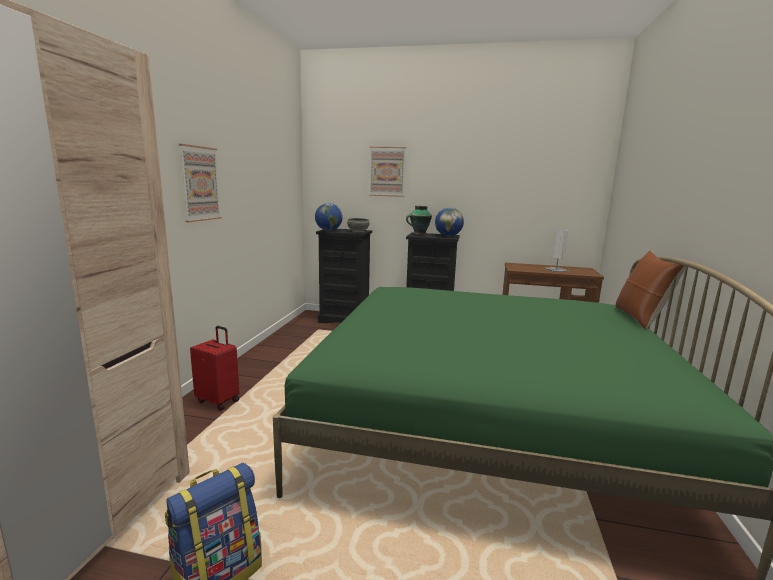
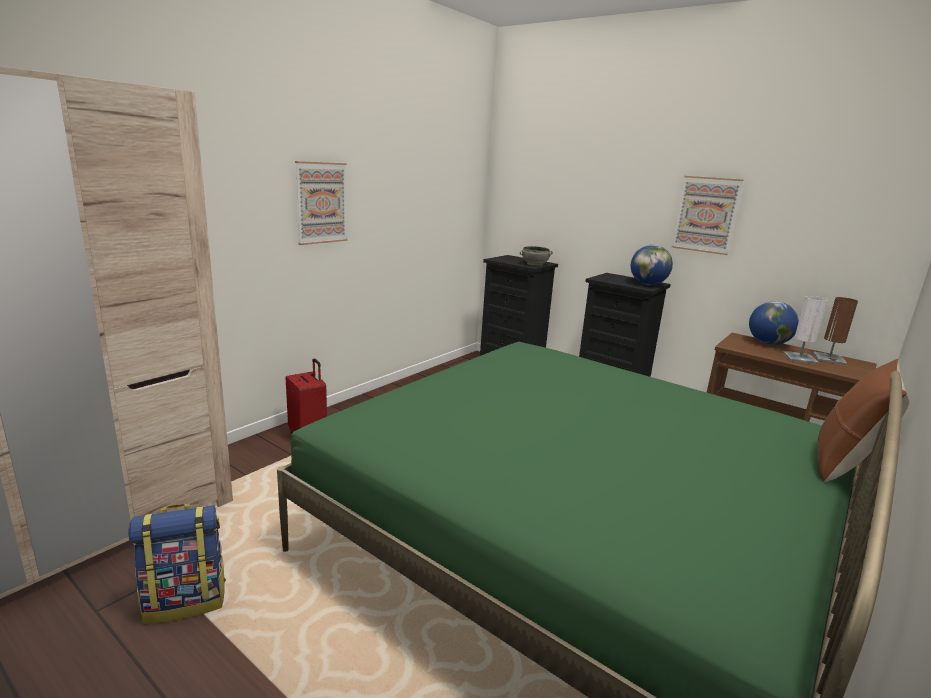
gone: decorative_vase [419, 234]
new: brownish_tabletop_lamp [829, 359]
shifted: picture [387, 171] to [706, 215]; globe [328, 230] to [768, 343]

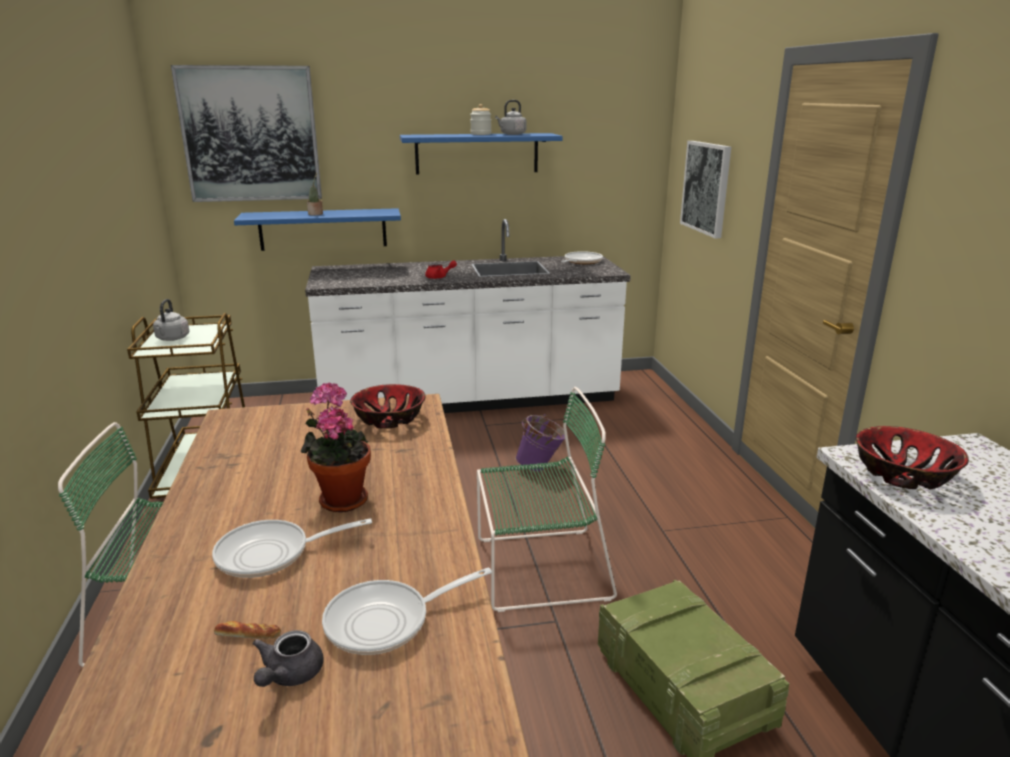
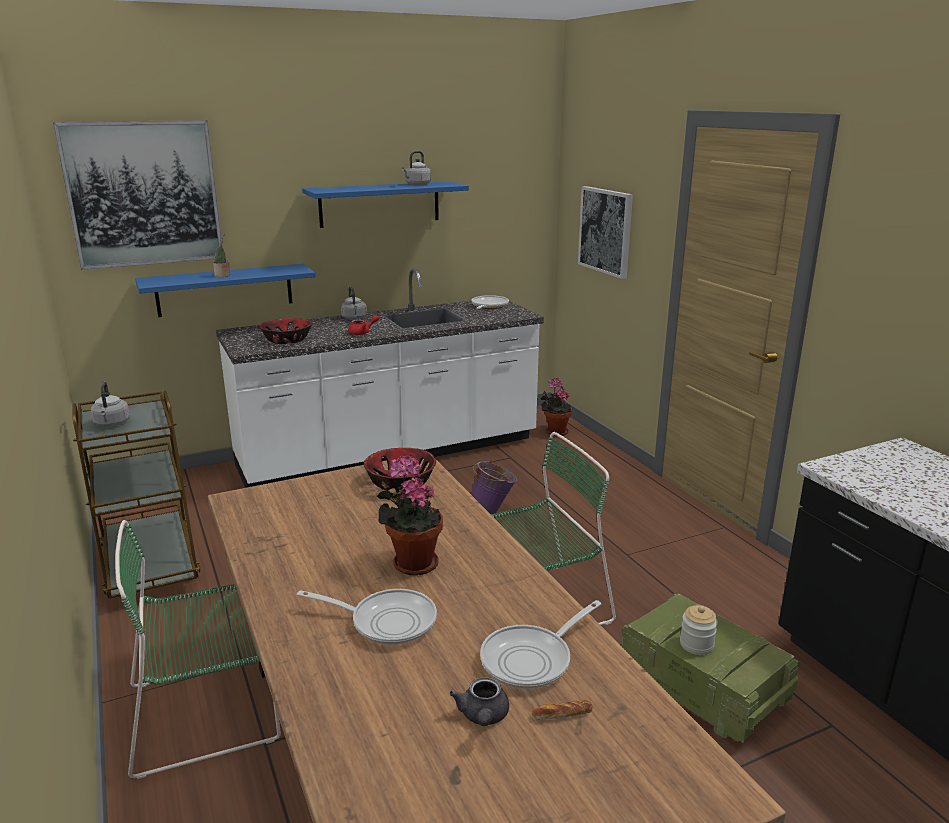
new: gray_tea_kettle [354, 318]; plant_in_a_pot [555, 431]
shifted: serving_bowl [903, 474] to [287, 340]; bread [248, 635] to [562, 714]; jar [481, 134] to [696, 644]
rotated: skillet [271, 554] = [387, 621] 135 degrees counterclockwise

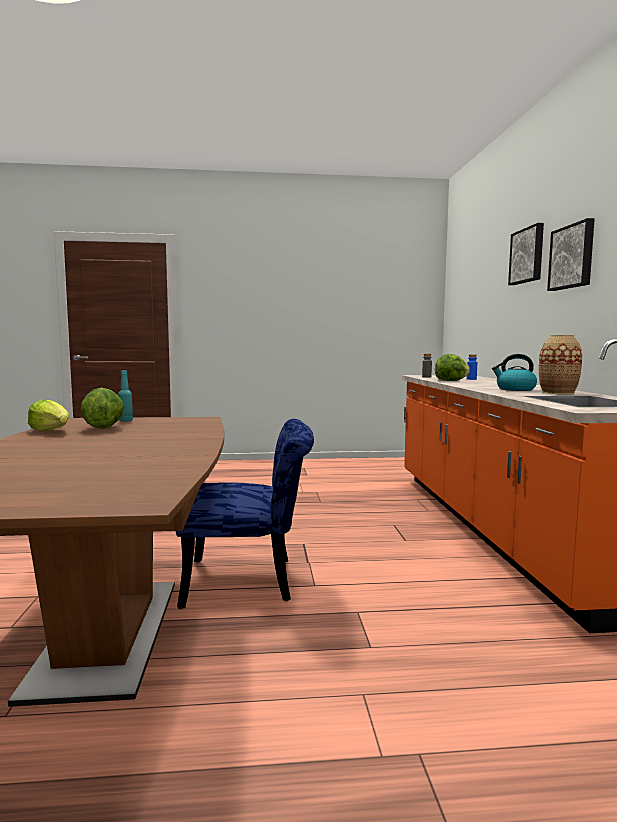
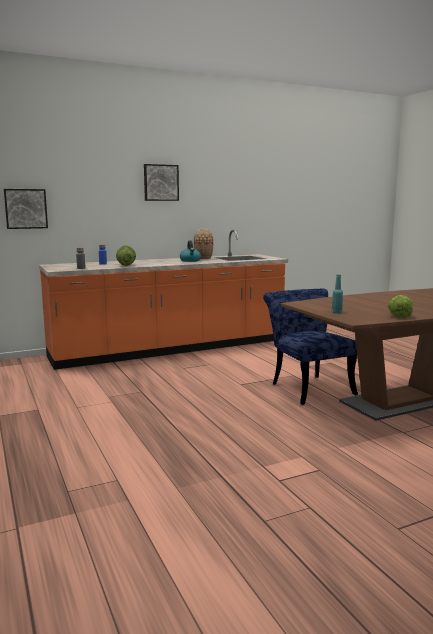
gone: lettuce_head [103, 428]
shifted: picture [528, 255] to [26, 208]

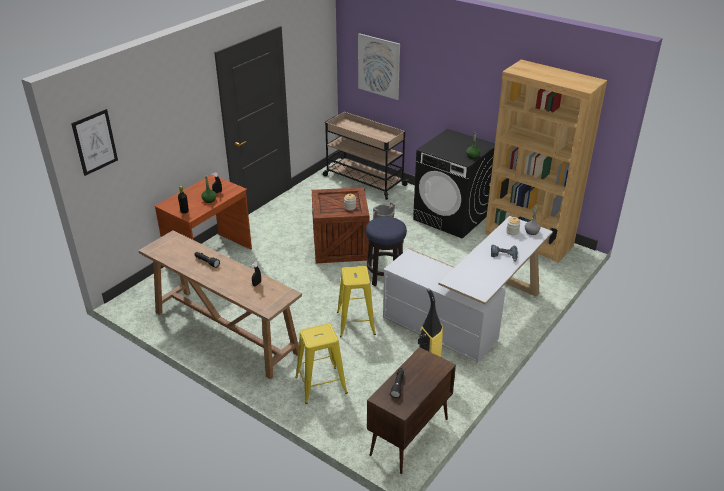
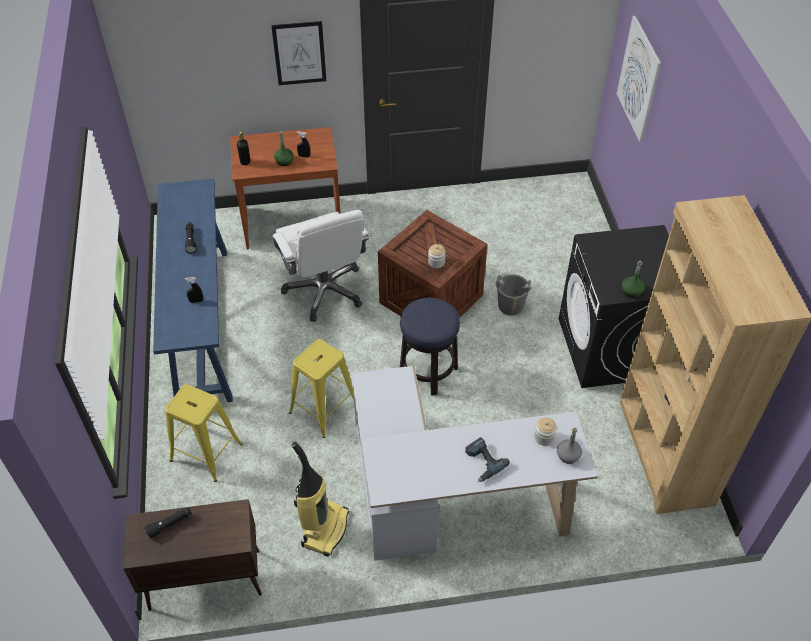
gone: beige_wheeled_cart [363, 180]
new: white-coloured_computer_chair [325, 290]
shifted: picture [95, 142] to [299, 53]
repainted: brownish_hall_table [224, 332] to bluish_hall_table [202, 323]

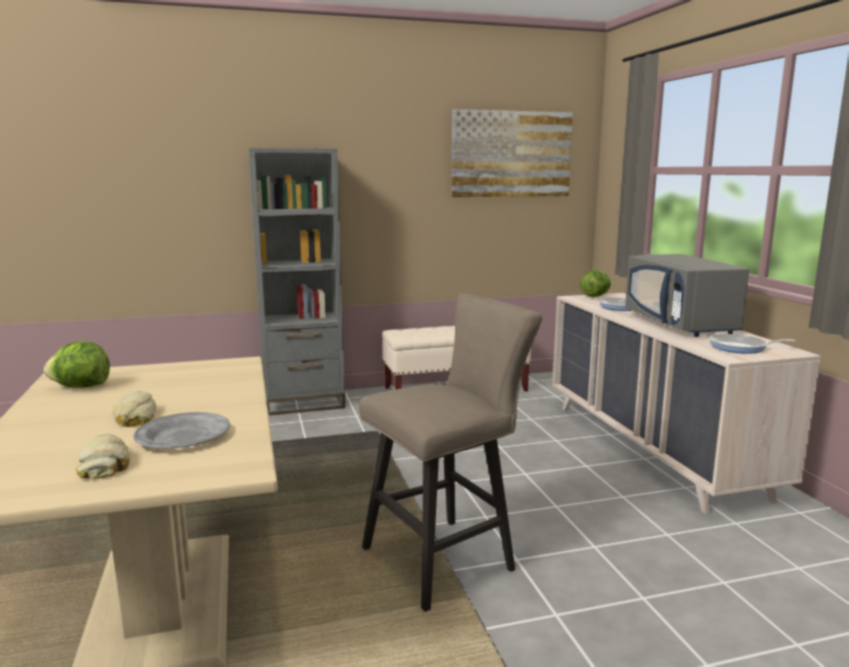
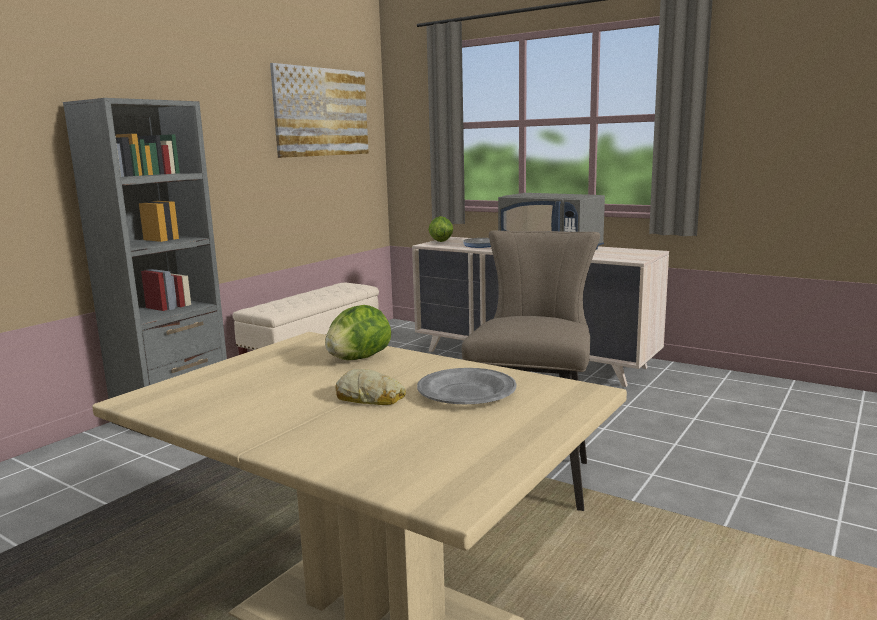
gone: bread [105, 464]; skillet [741, 347]
shifted: lettuce_head [81, 387] to [358, 358]

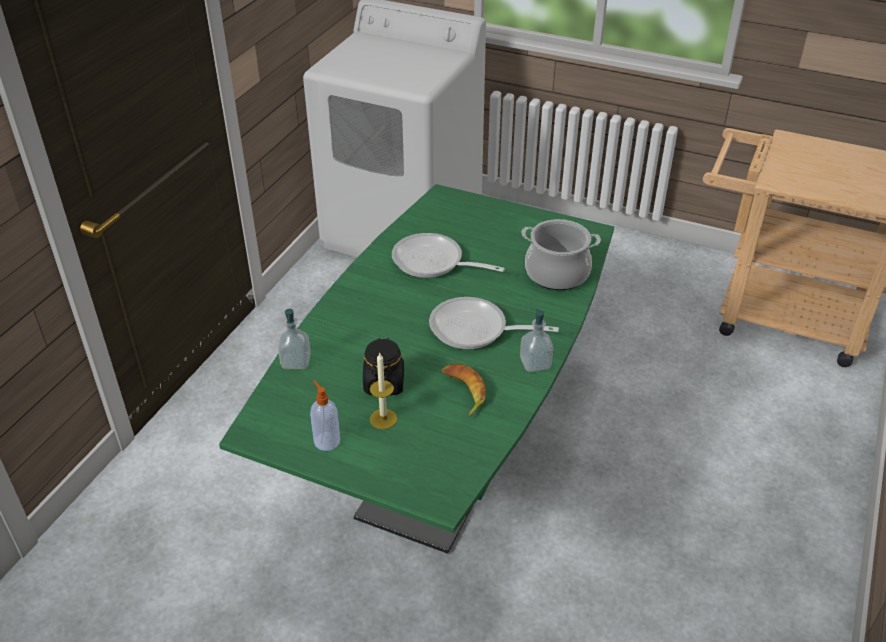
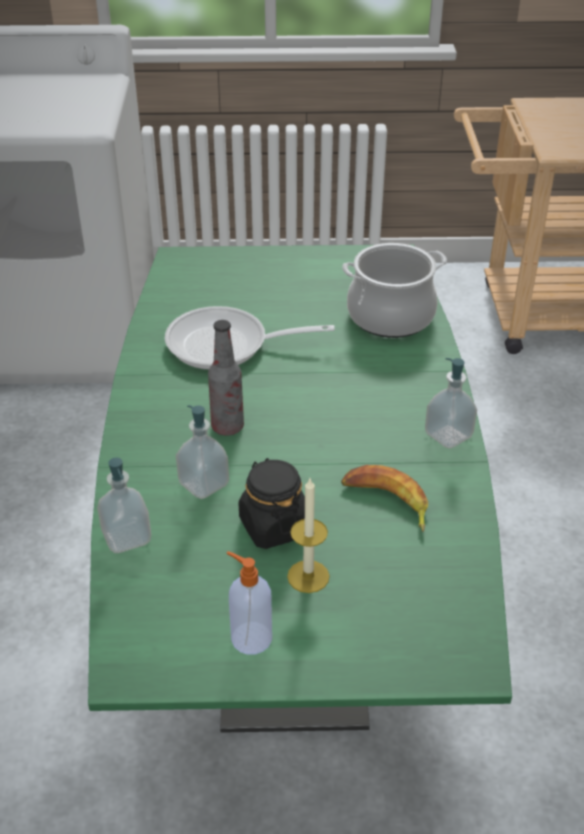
gone: skillet [475, 330]
new: liquid_soap_bottle [204, 484]; drink_bottle [227, 427]

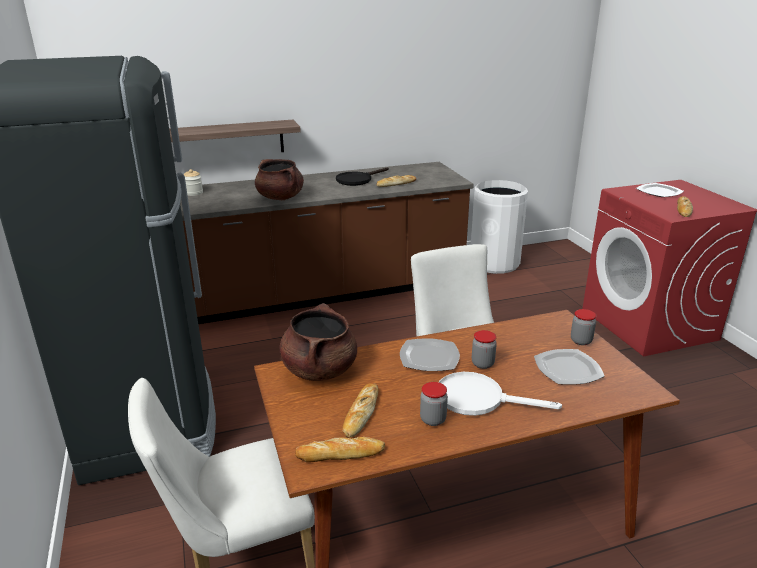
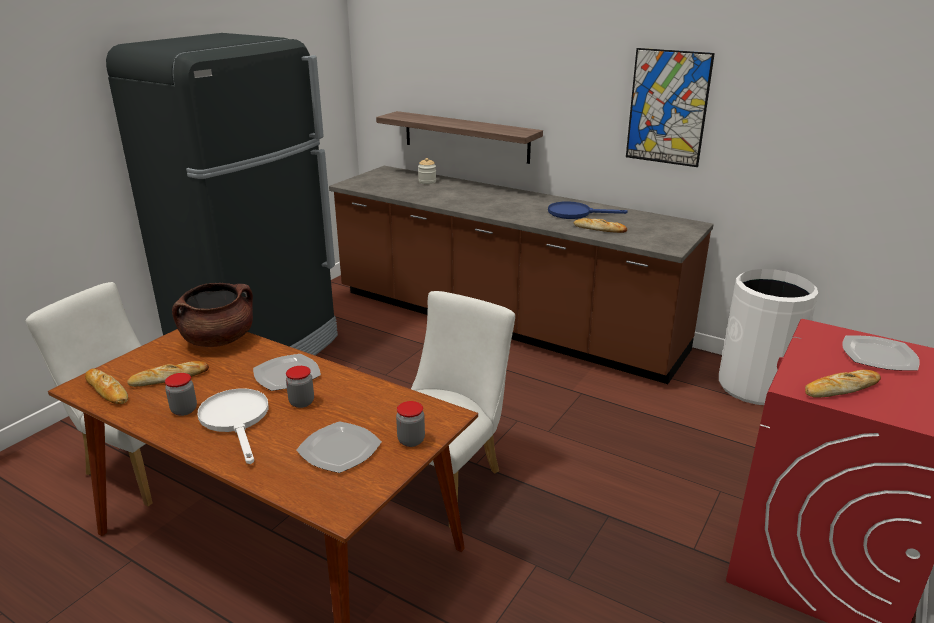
gone: brownish_cooking_pot [280, 198]
new: picture [667, 107]
repainted: black-coloured_skillet [357, 180] to bluish_skillet [575, 213]

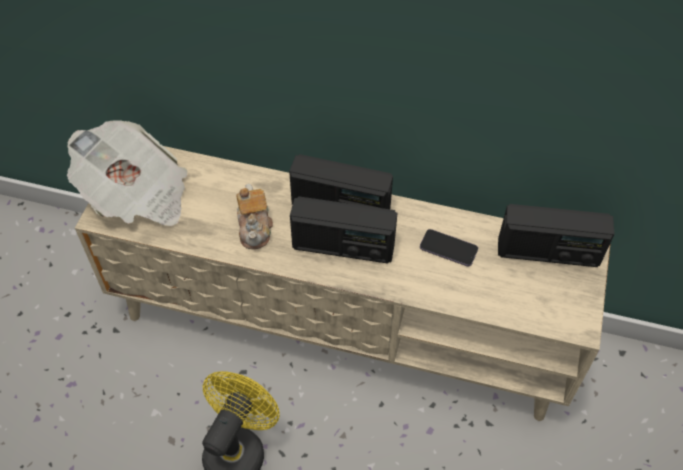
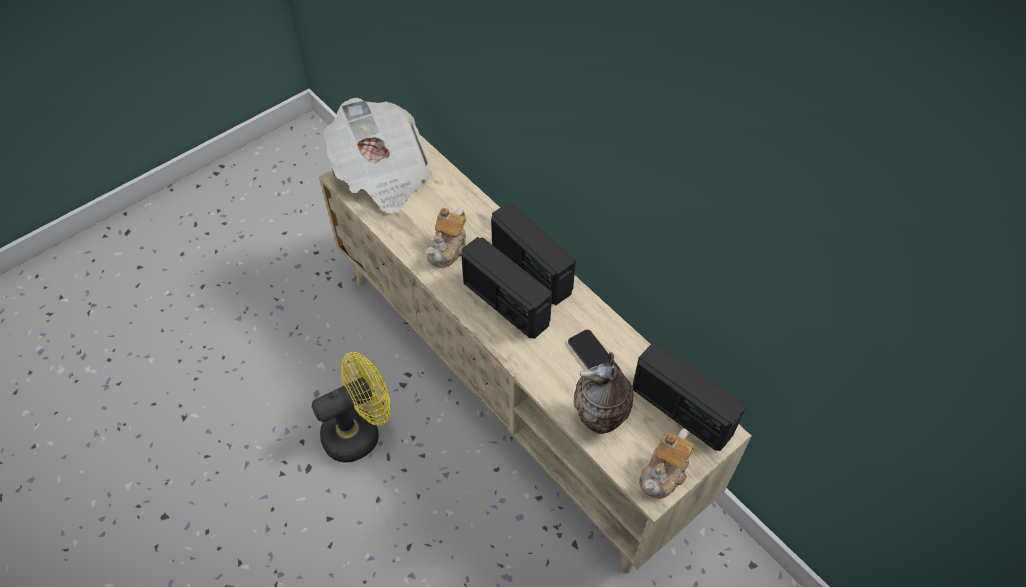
new: decorative_vase [601, 421]; teapot [664, 473]

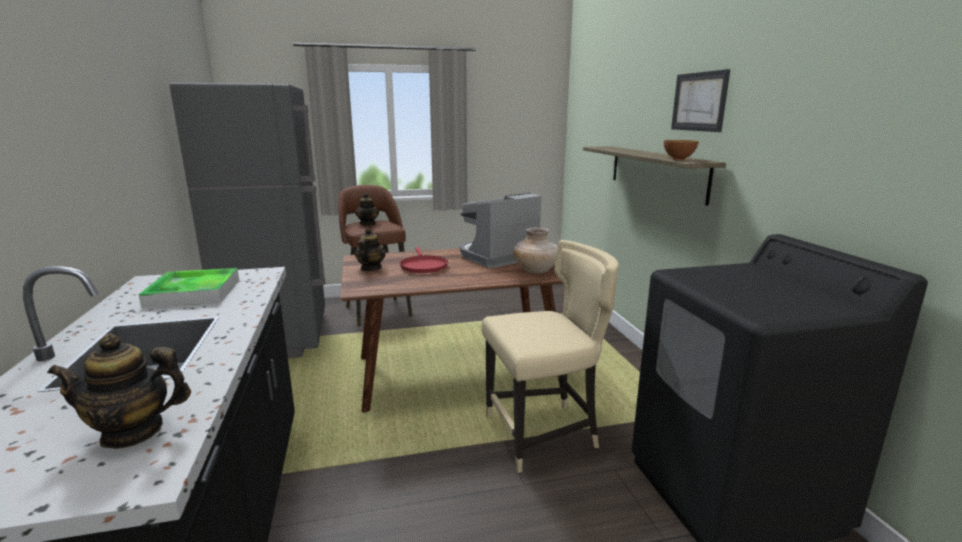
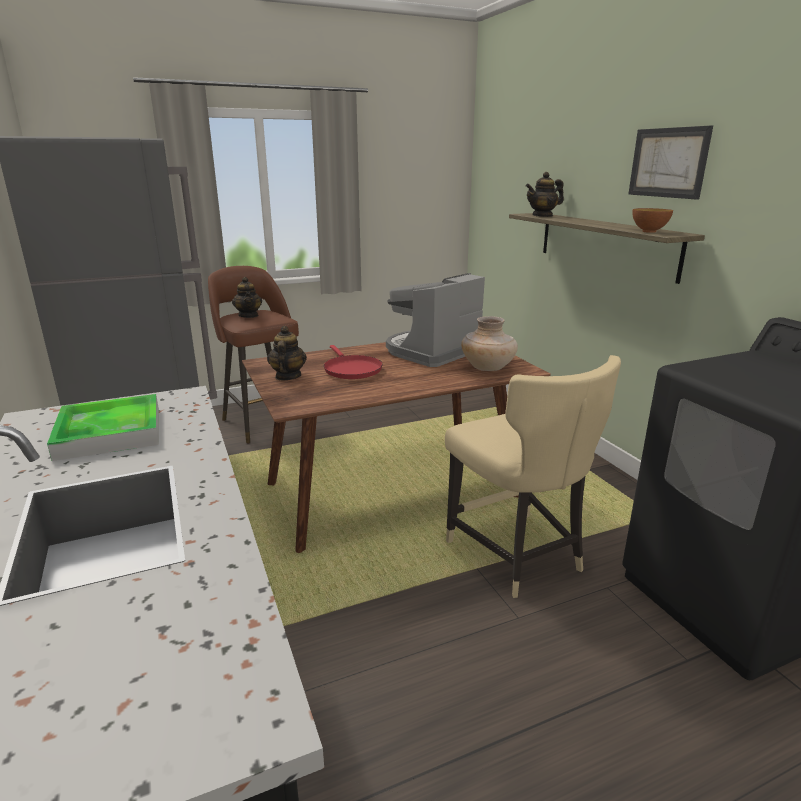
shifted: teapot [132, 432] to [542, 216]
rotated: beige_chair [544, 434] = [517, 555] 90 degrees clockwise

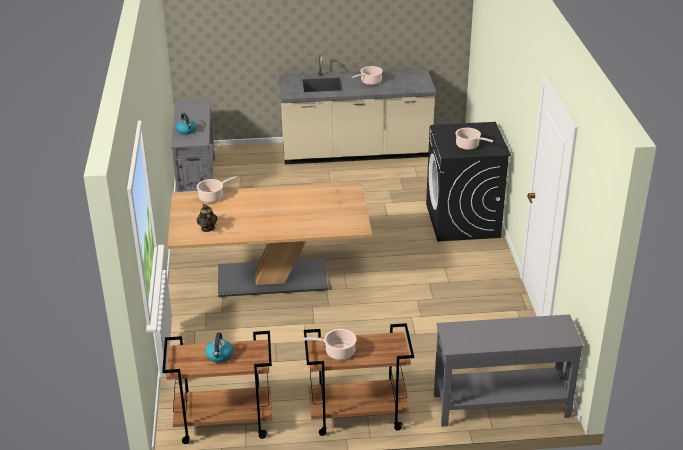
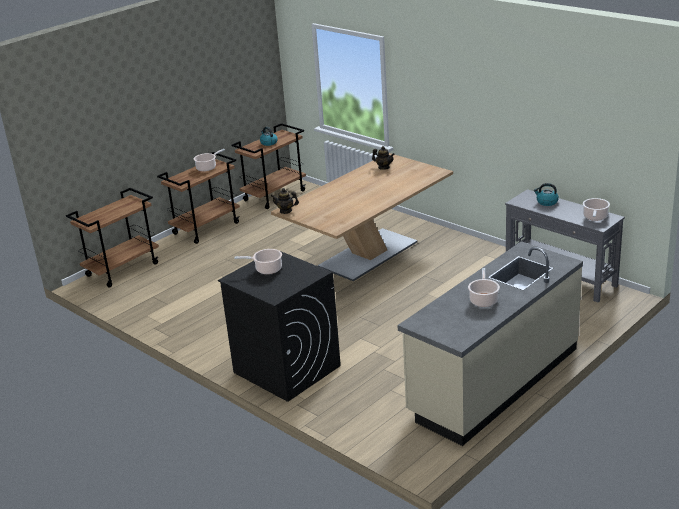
new: teapot [285, 211]
shifted: cooking_pot [212, 197] to [595, 217]
swapped: gray_hall_table [500, 405] to brownish_wheeled_cart [123, 269]

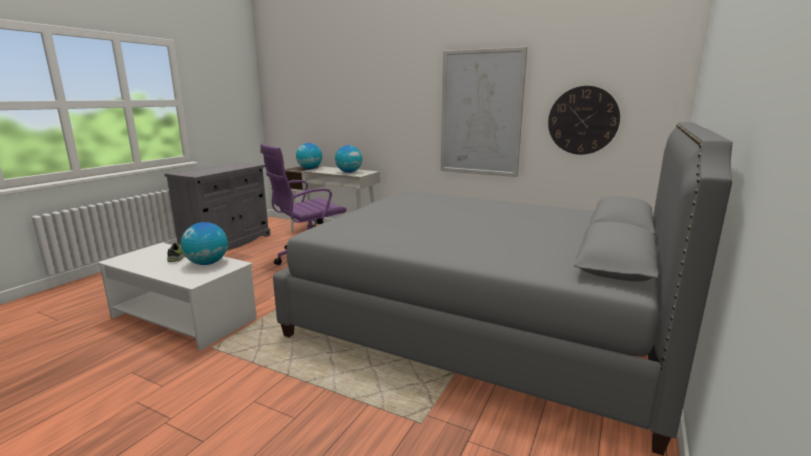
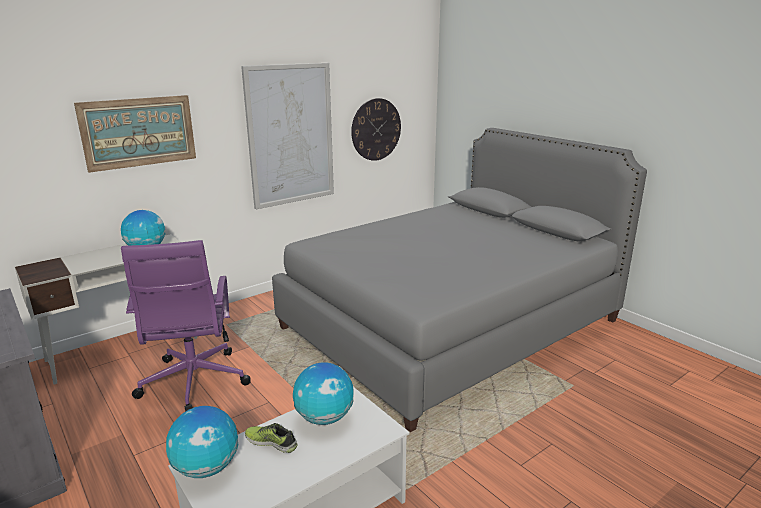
new: picture [139, 132]
shifted: globe [309, 169] to [206, 468]

